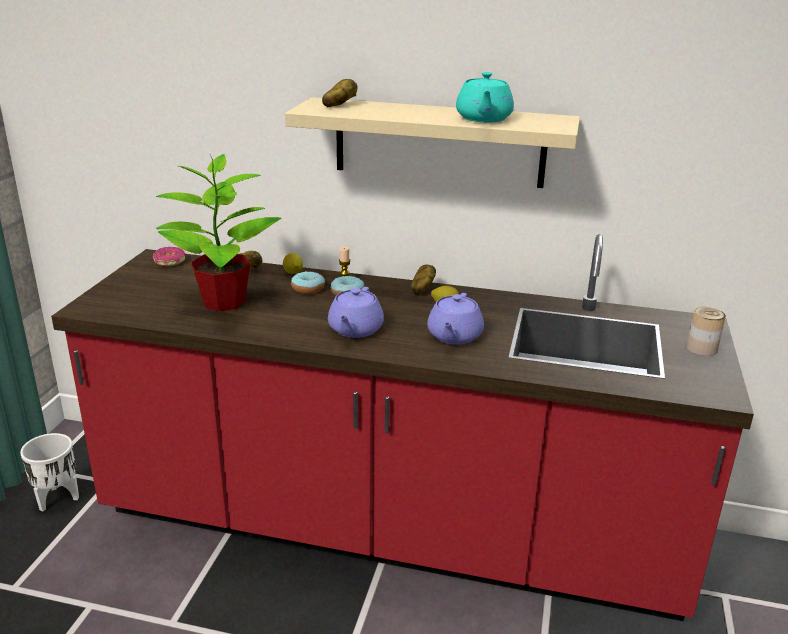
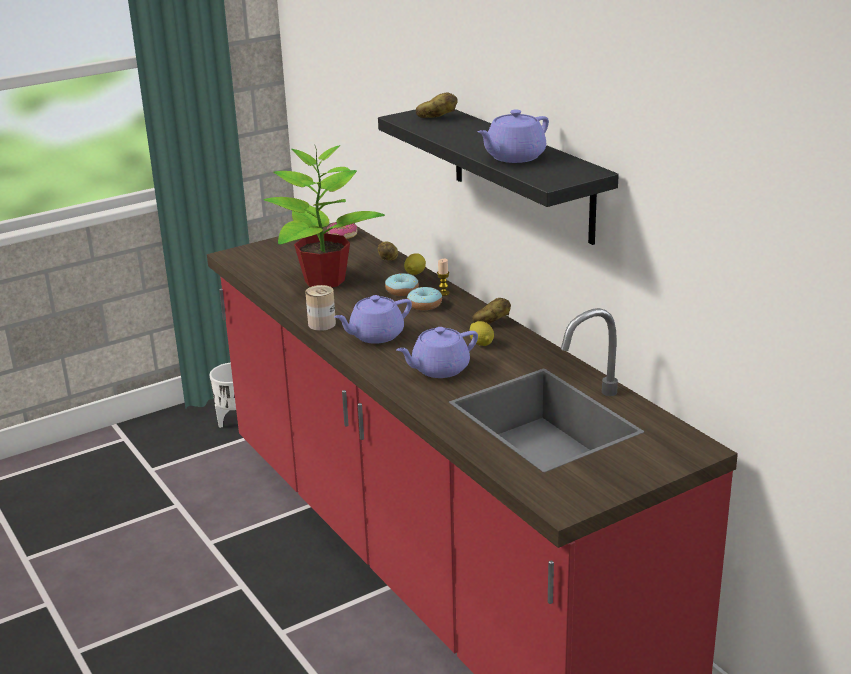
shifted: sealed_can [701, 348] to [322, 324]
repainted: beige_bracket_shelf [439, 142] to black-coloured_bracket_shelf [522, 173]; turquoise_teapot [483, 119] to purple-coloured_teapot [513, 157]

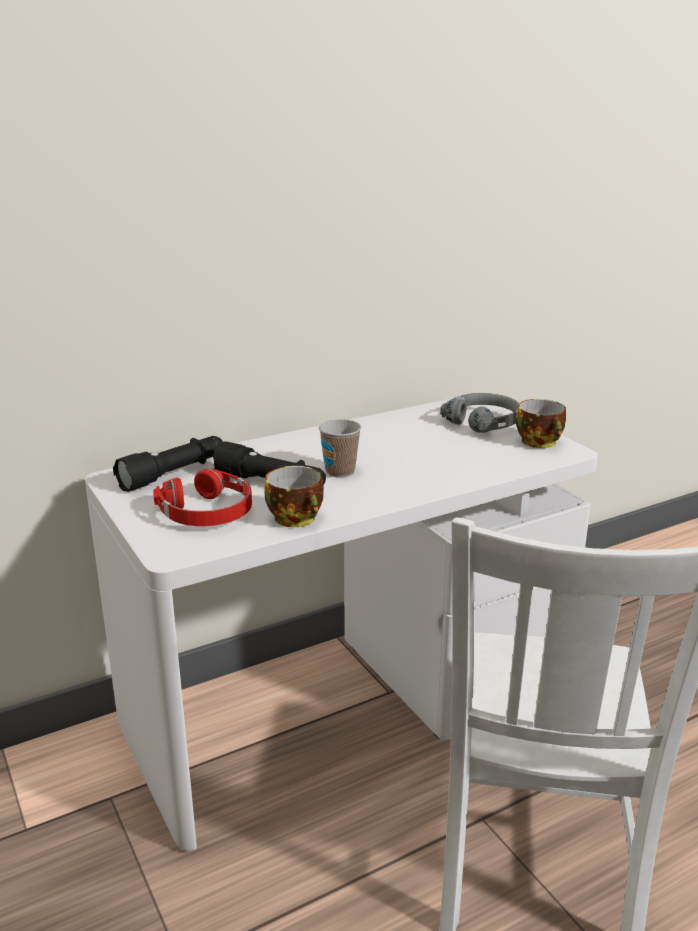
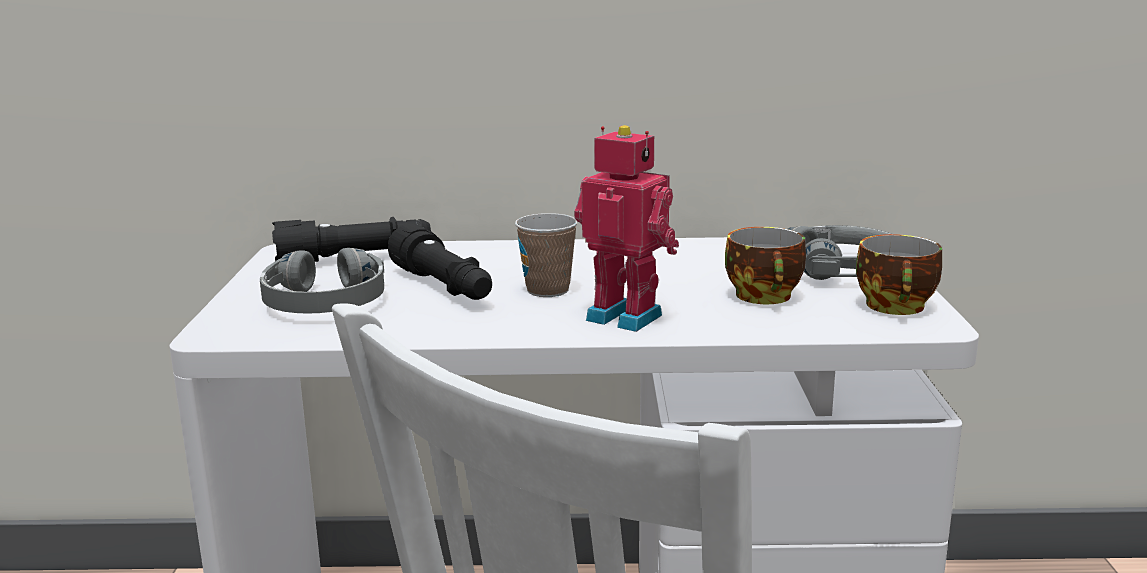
new: robot_figure [627, 316]
shifted: small_cup [298, 519] to [766, 297]
repainted: red_pair_of_headphones [208, 512] to gray_pair_of_headphones [325, 302]

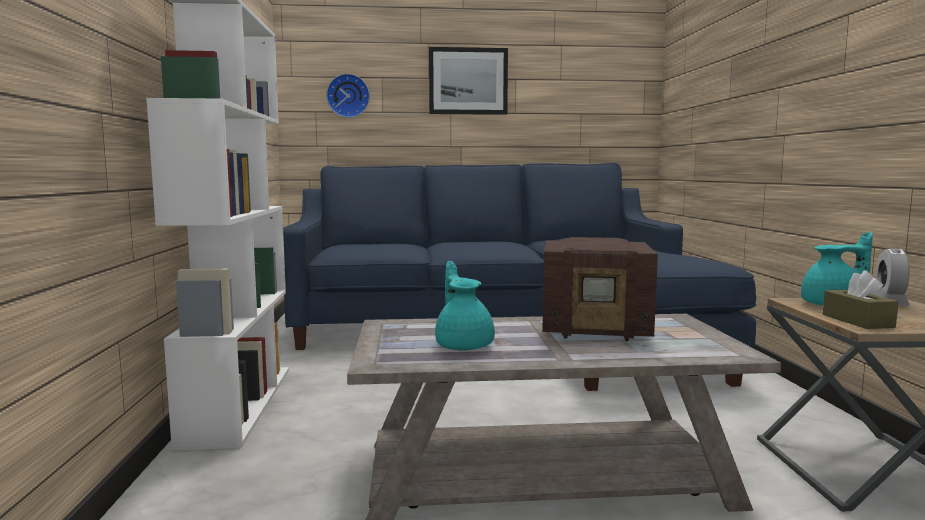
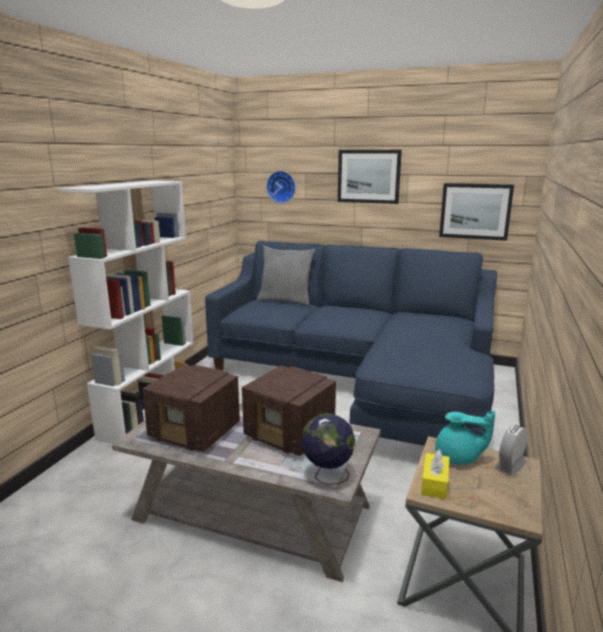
new: gray_pillow [285, 300]; globe [327, 476]; picture [475, 211]
swapped: turquoise_teapot [464, 345] to radio [196, 433]
repainted: brownish_tissue_box [857, 321] to yellow_tissue_box [434, 483]

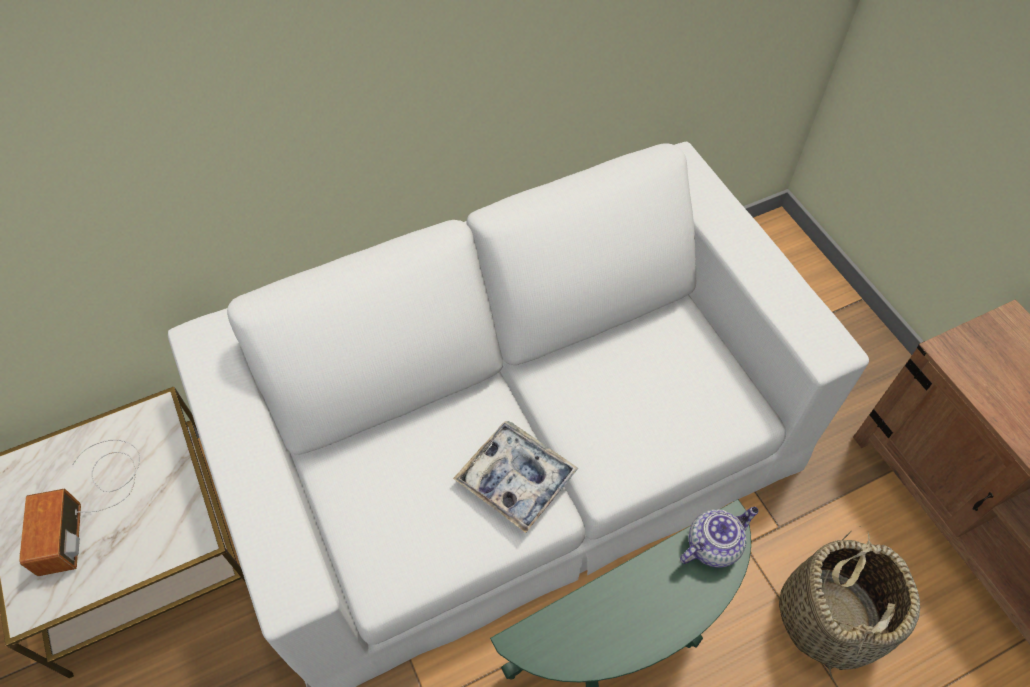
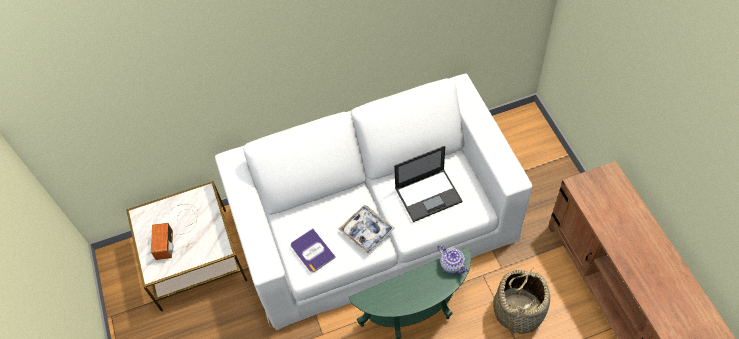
new: volume [312, 251]; notebook_computer [429, 194]
rotated: teapot [713, 544] = [452, 265] 75 degrees clockwise

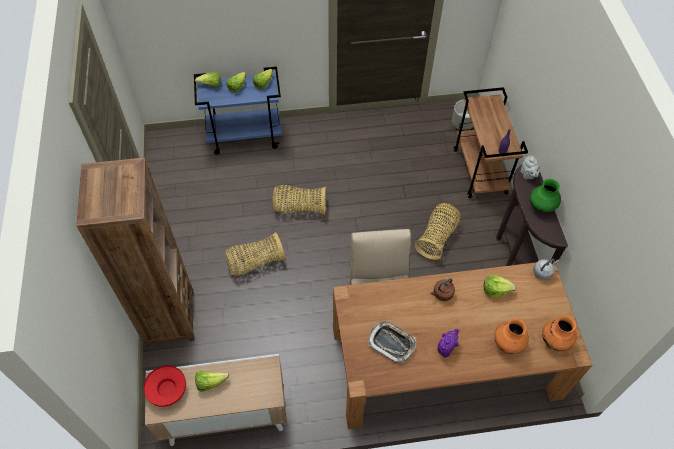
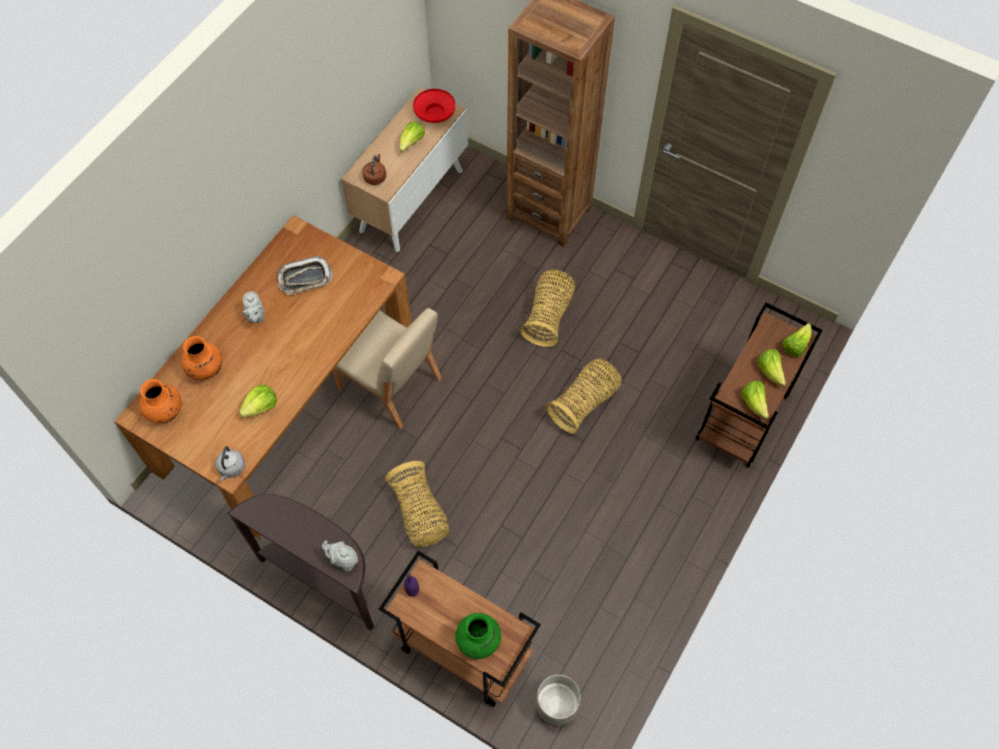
shifted: brownish_tea_kettle [442, 294] to [375, 177]; greenish_decorative_vase [542, 206] to [478, 641]
repainted: purple-coloured_teapot [446, 348] to gray_teapot [256, 316]; bluish_wheeled_cart [245, 136] to brownish_wheeled_cart [742, 418]

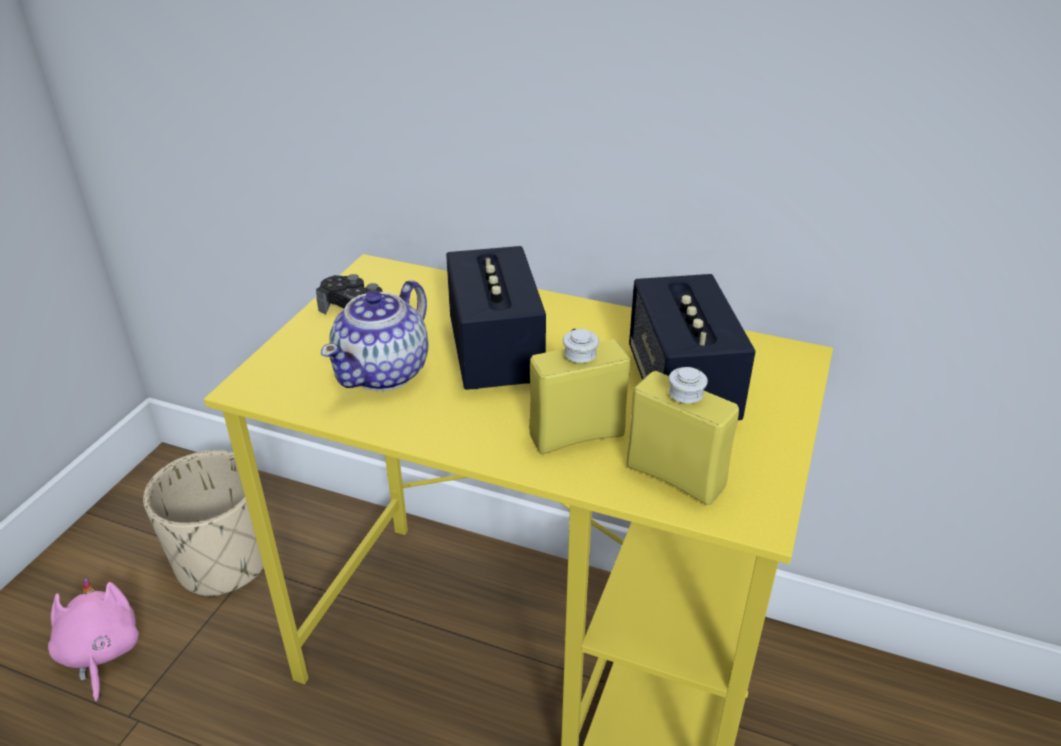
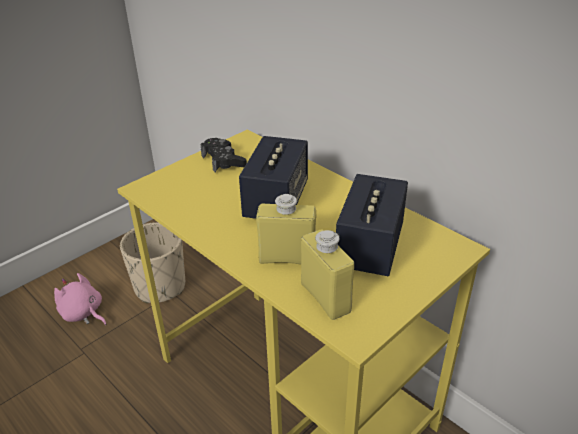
gone: teapot [384, 372]
rotated: pinkish_cuddly_toy [100, 653] = [83, 313] 60 degrees counterclockwise

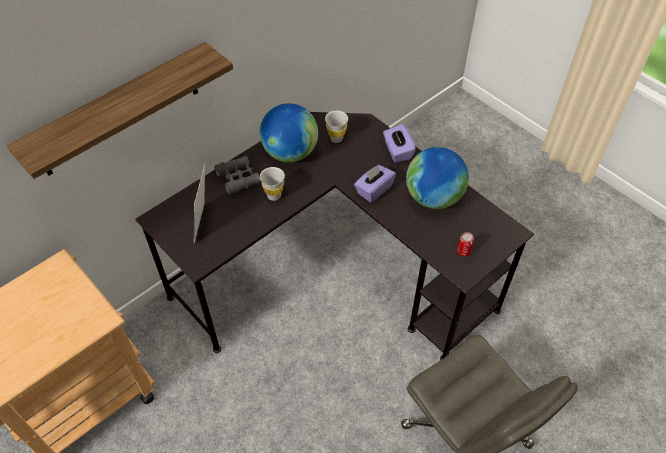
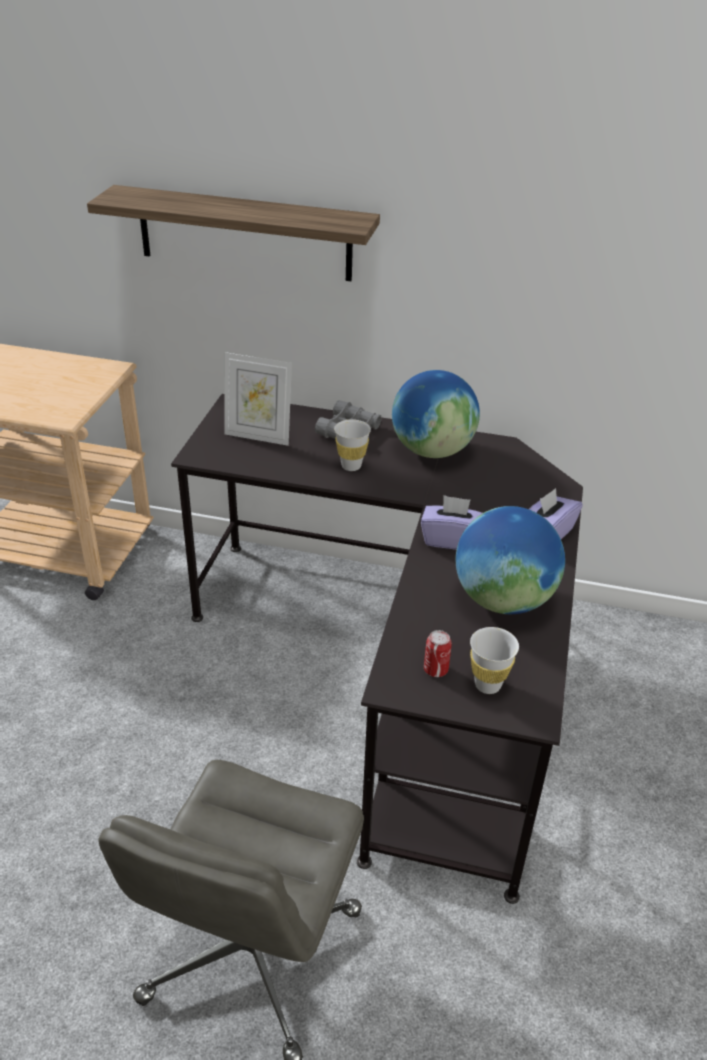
shifted: white-coloured_small_cup [336, 138] to [487, 685]
rotated: picture_frame [204, 223] = [258, 436] 135 degrees counterclockwise

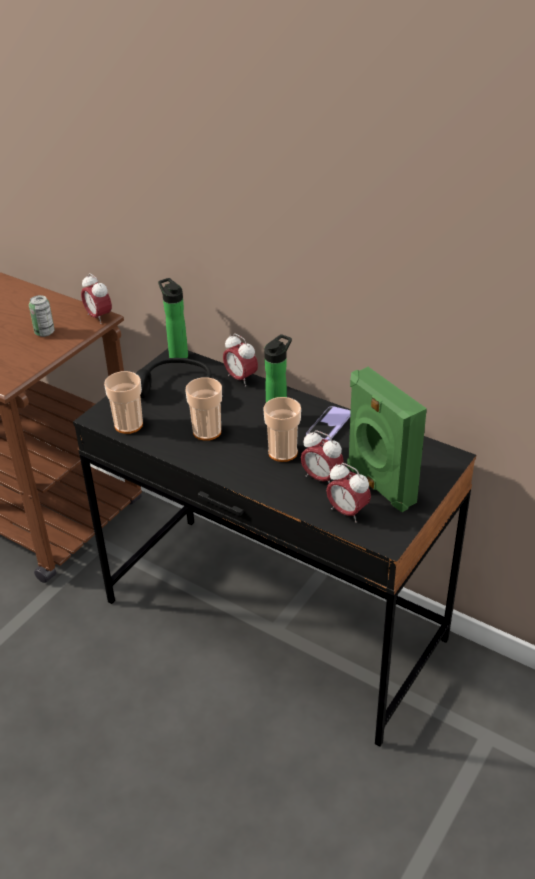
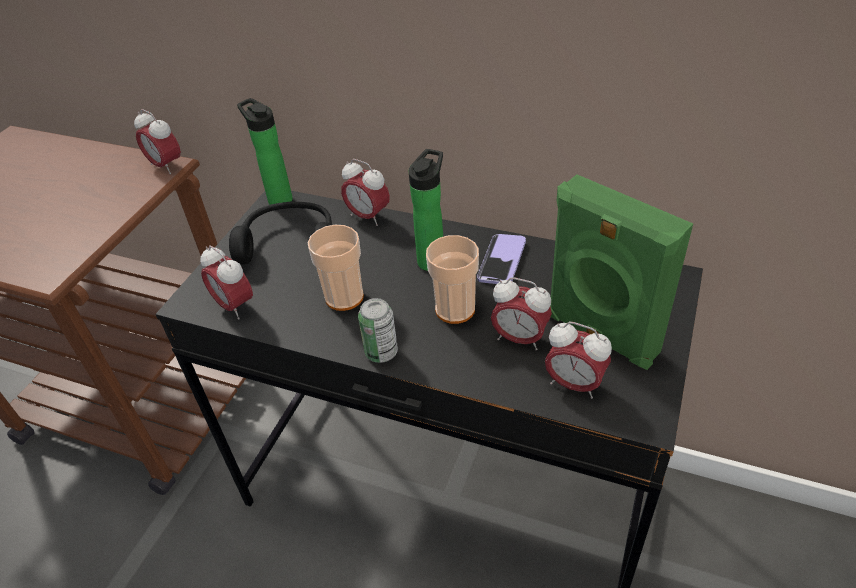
shifted: sealed_can [44, 332] to [381, 352]
swapped: small_cup [128, 425] to alarm_clock [234, 306]

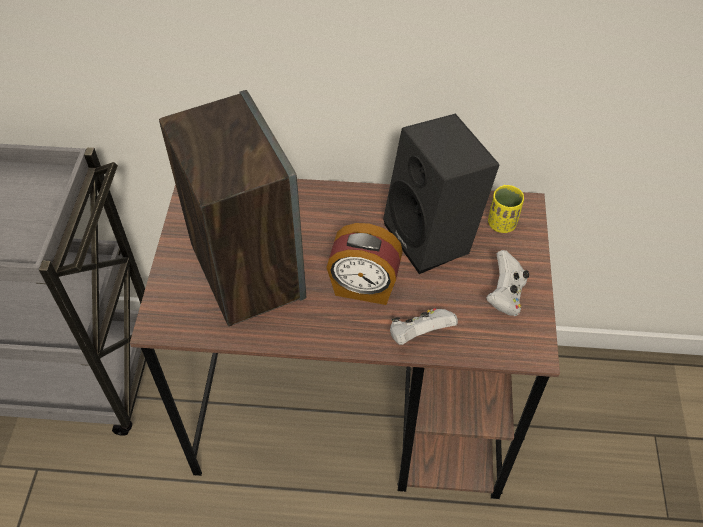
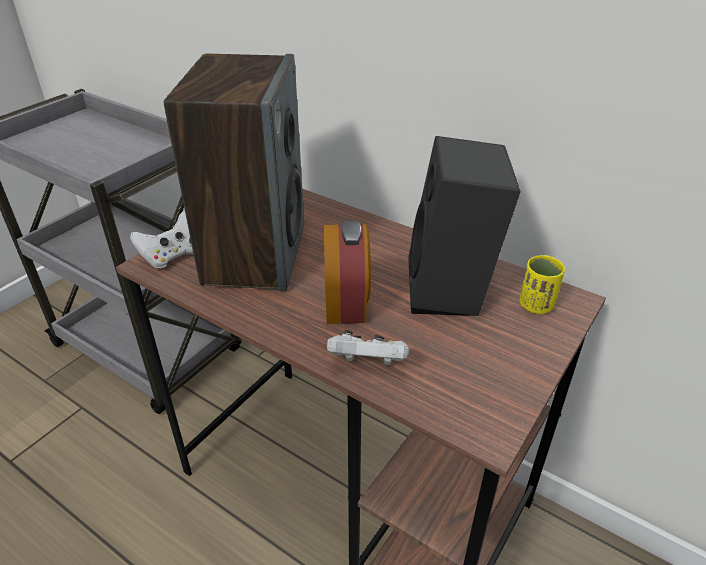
shifted: white-coloured_game_controller [505, 295] to [171, 256]
rotated: alarm_clock [363, 288] = [347, 304] 135 degrees counterclockwise

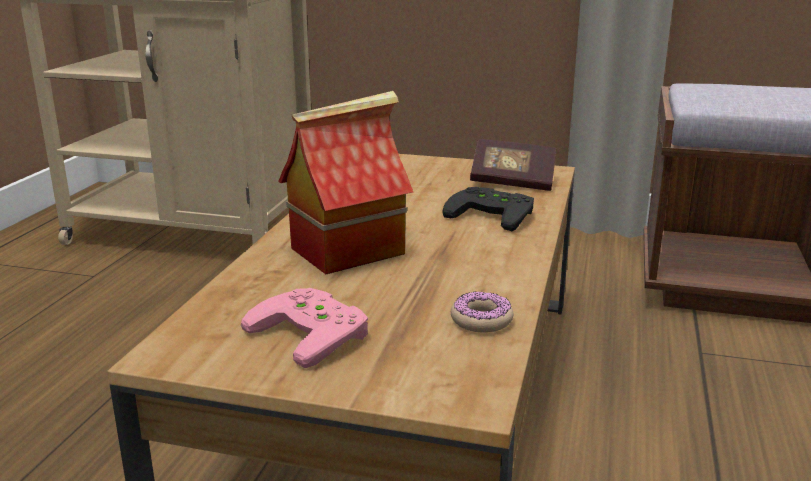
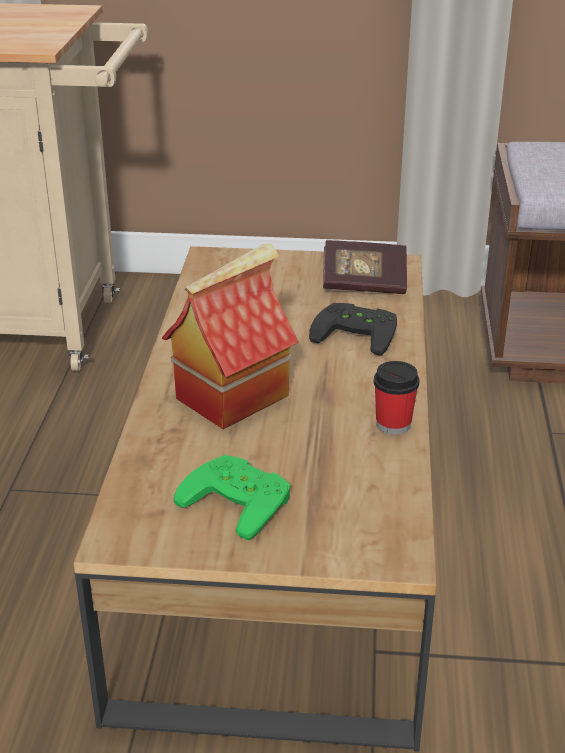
gone: doughnut [481, 320]
new: small_cup [393, 424]
repainted: pinkish_game_controller [315, 332] to greenish_game_controller [241, 499]

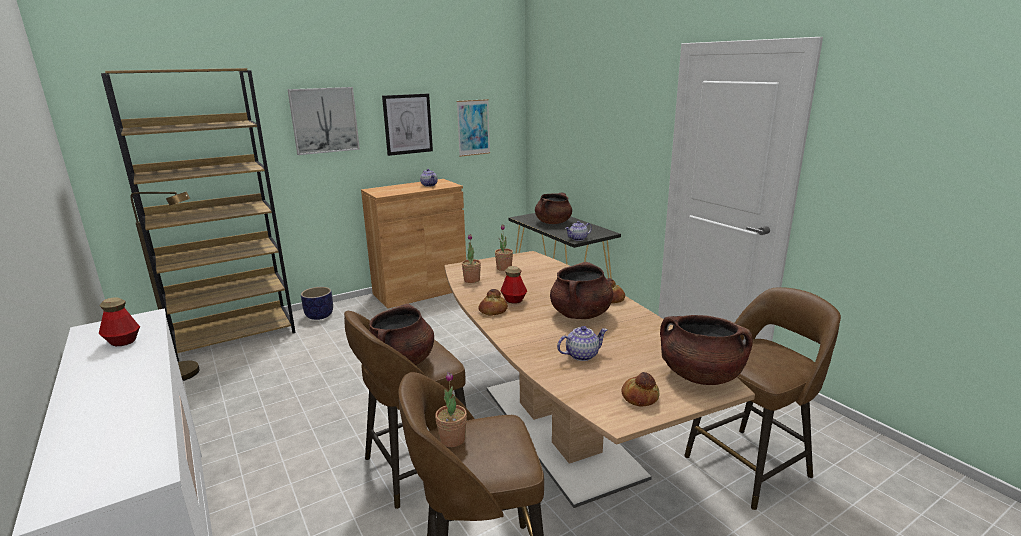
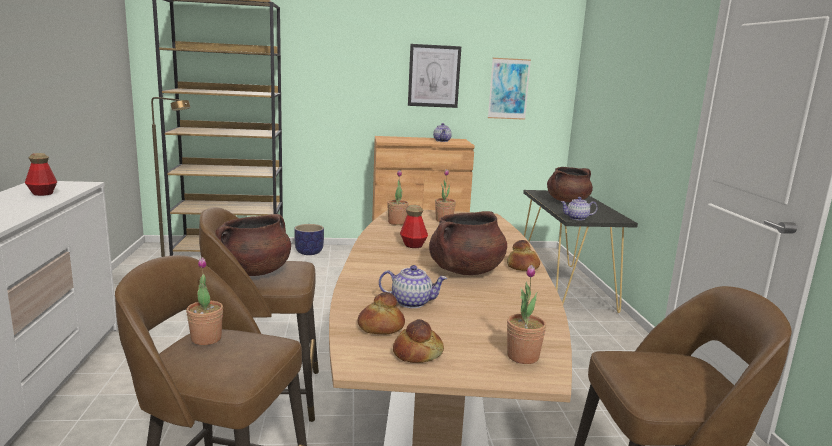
gone: picture [324, 120]
shifted: bread [493, 311] to [380, 327]
swapped: brownish_cooking_pot [700, 376] to plant_in_a_pot [523, 356]

